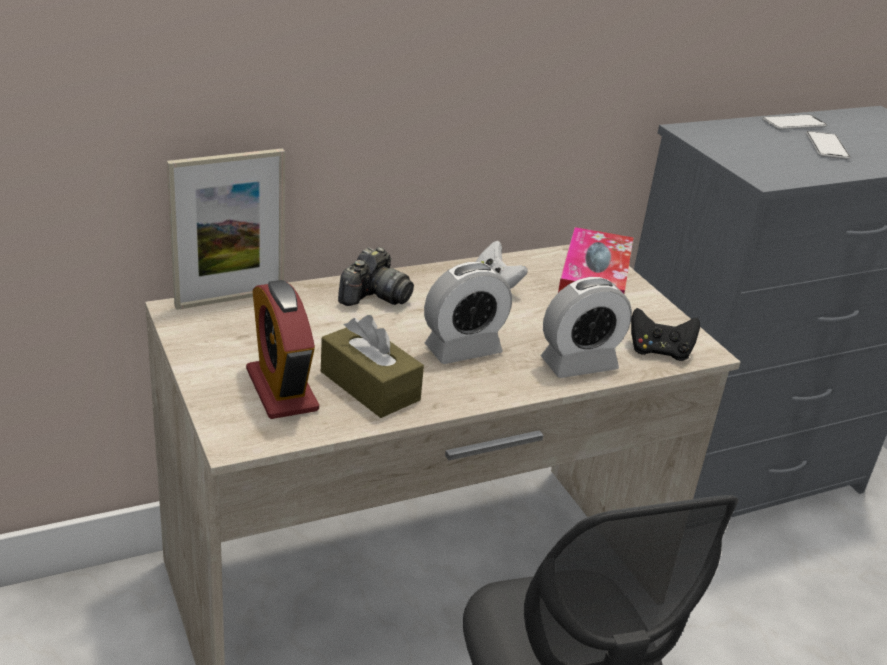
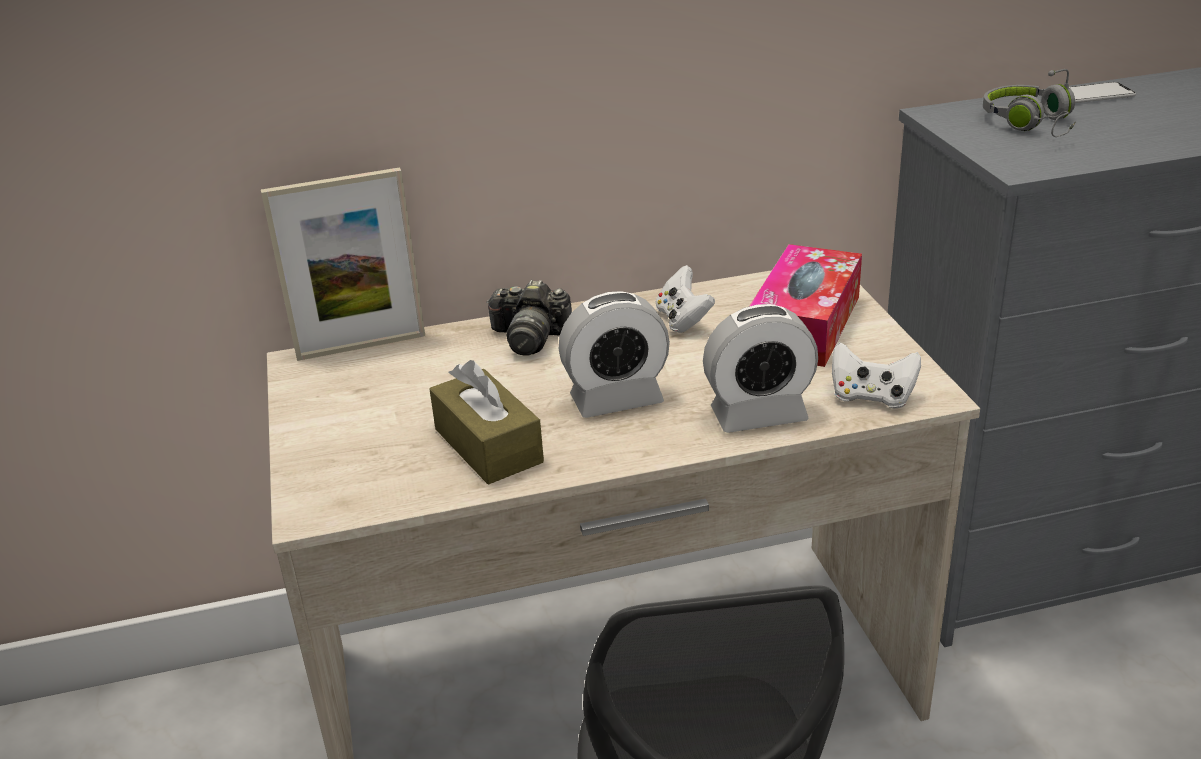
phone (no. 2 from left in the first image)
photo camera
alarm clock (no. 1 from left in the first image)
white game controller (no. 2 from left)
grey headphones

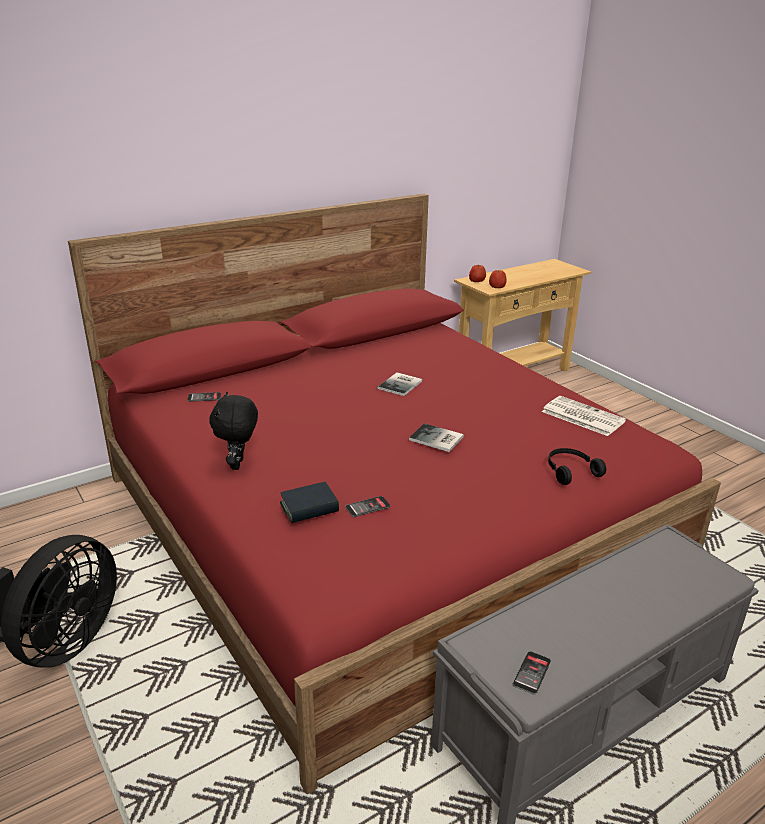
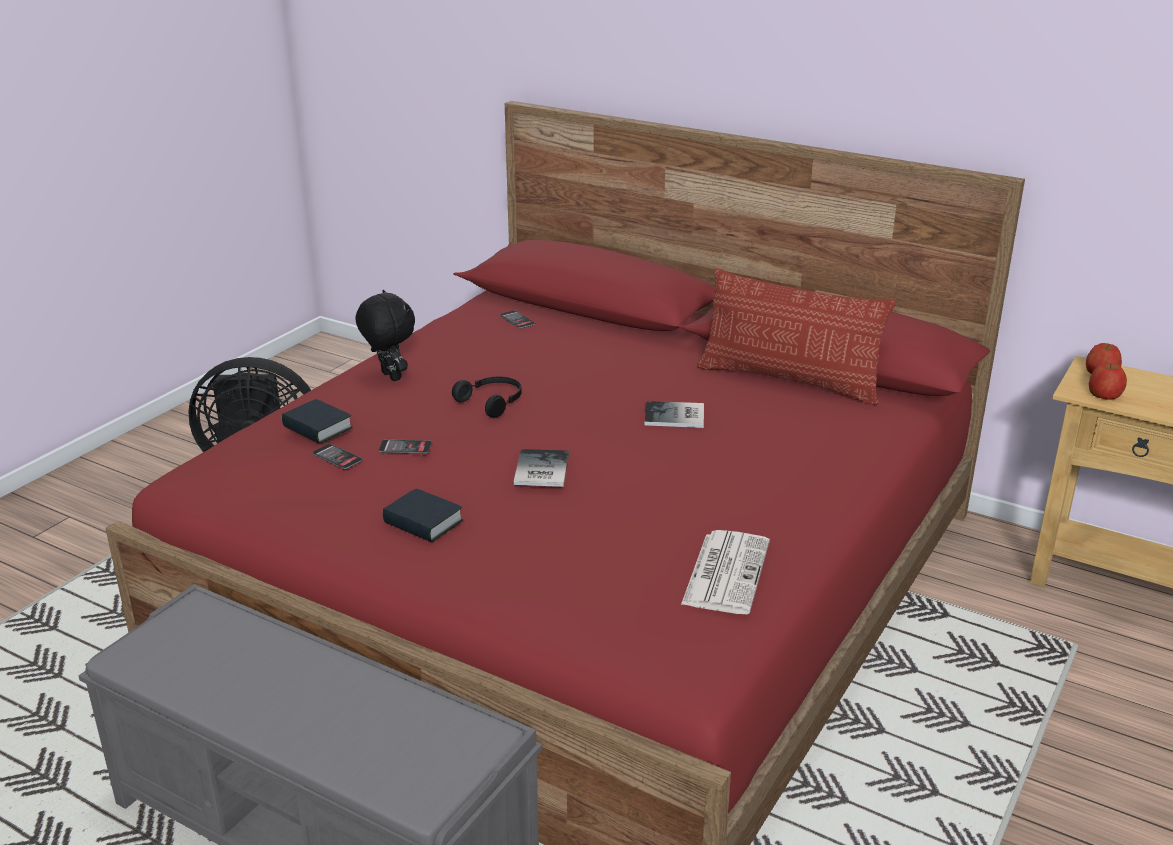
black plush toy
black headphones
phone (no. 2 from left)
pillow
book (no. 2 from left)

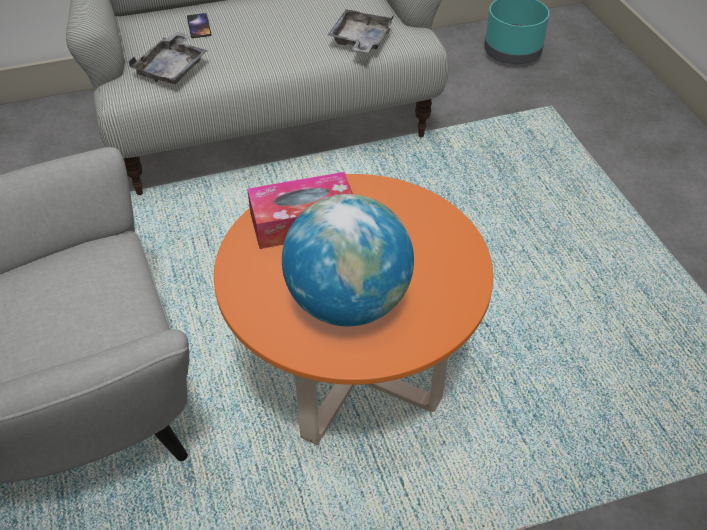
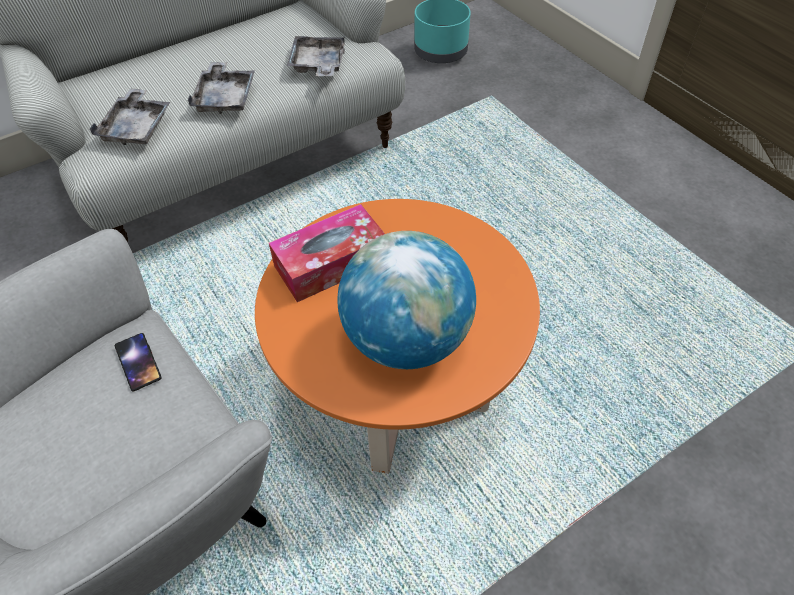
phone
grey tray (no. 2 from left)

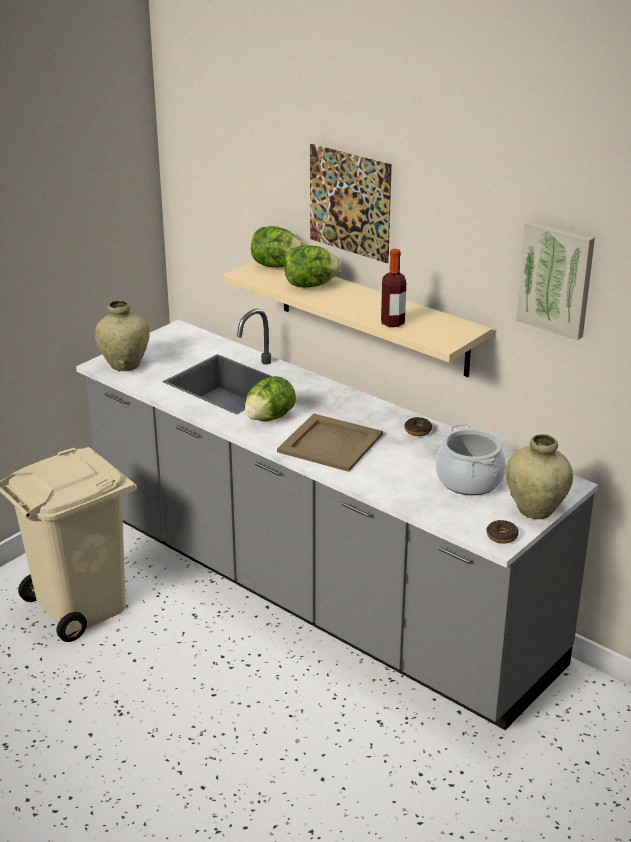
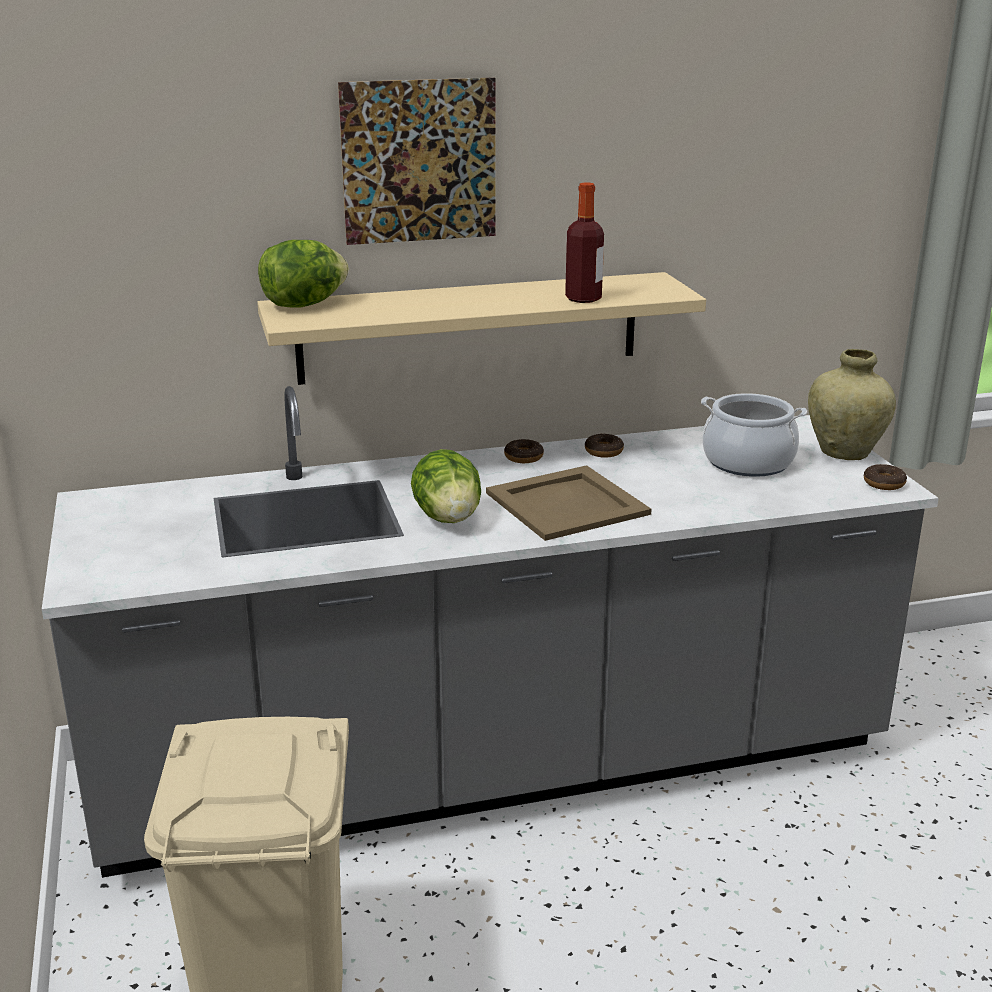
picture (no. 2 from left in the first image)
lettuce (no. 3 from left in the first image)
beige vase (no. 1 from left in the first image)
donut (no. 1 from left)

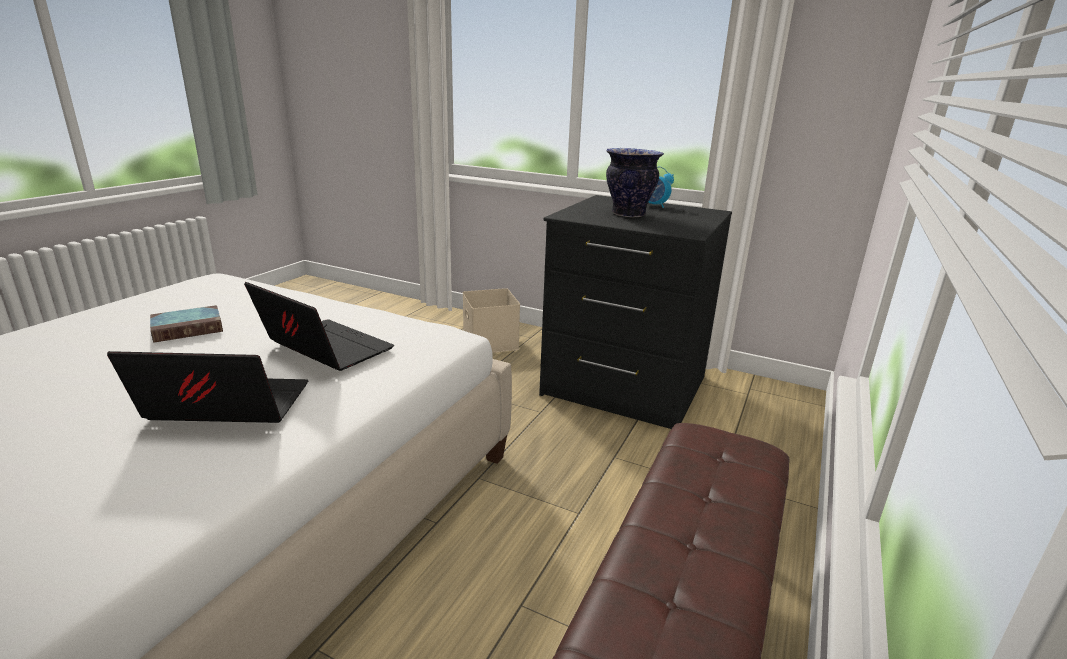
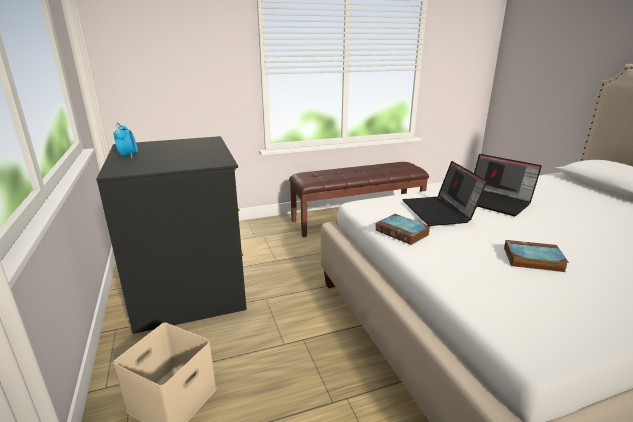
vase
book (no. 1 from left)

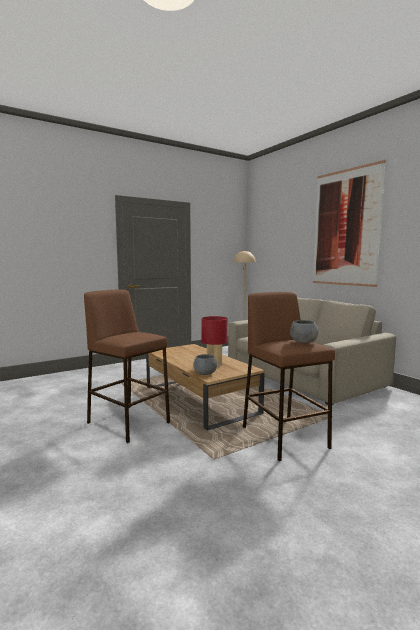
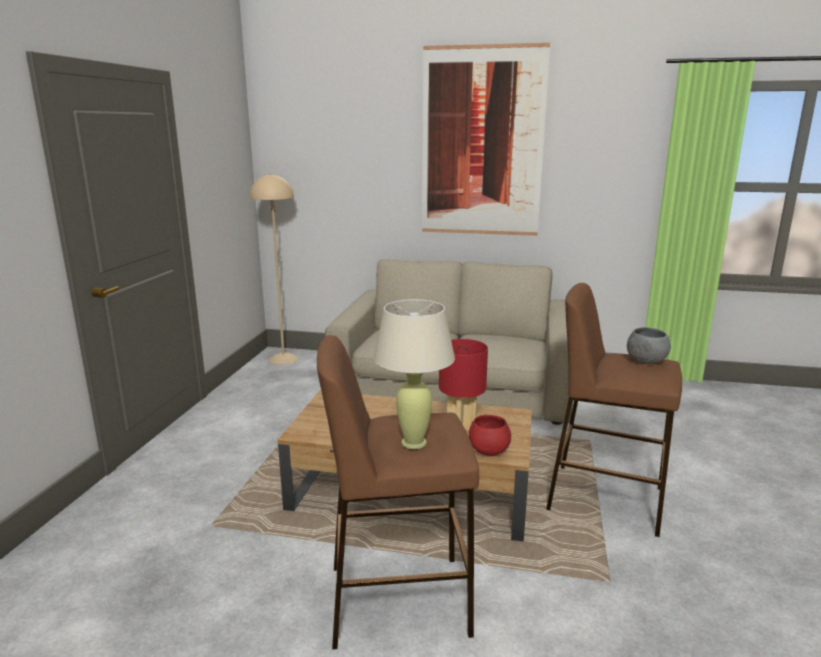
red bowl
beige table lamp

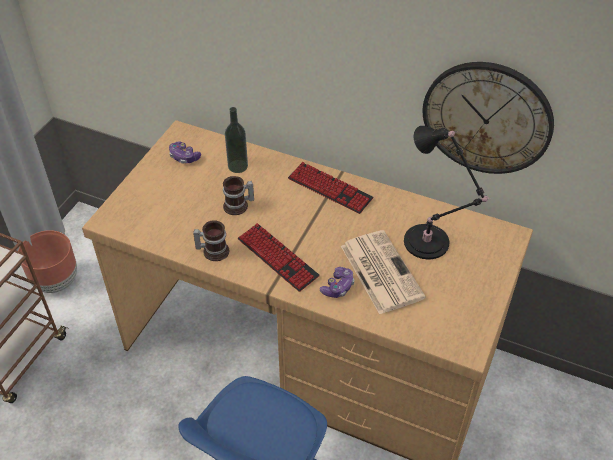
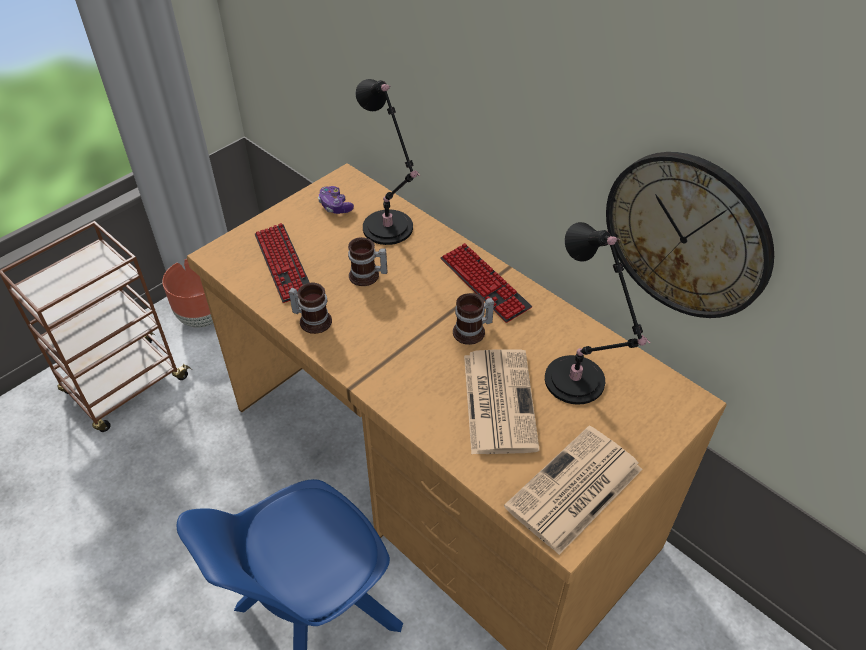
black table lamp (no. 1 from left)
keyboard (no. 1 from left)
game controller (no. 2 from left in the first image)
mug (no. 3 from left)
newspaper (no. 2 from left)

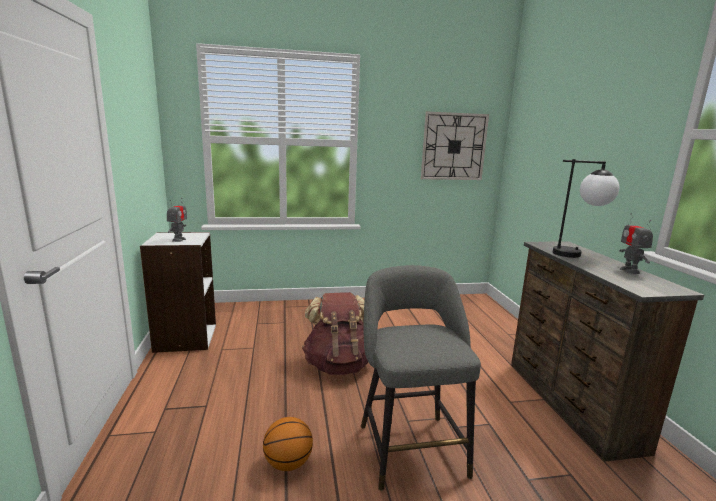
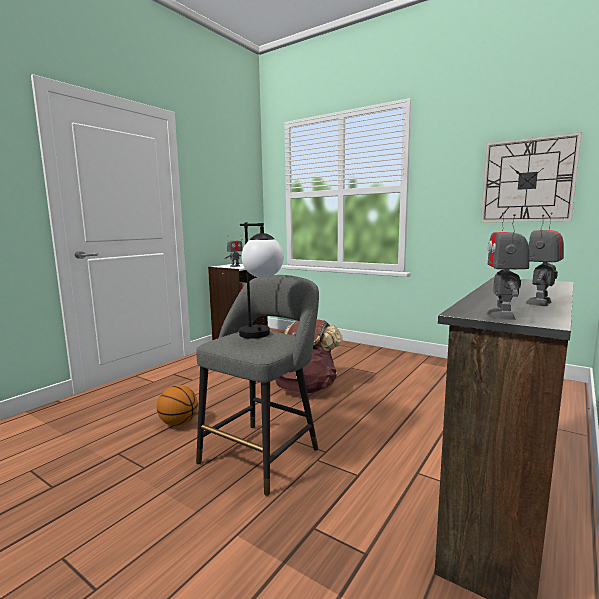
table lamp
toy robot (no. 2 from left)

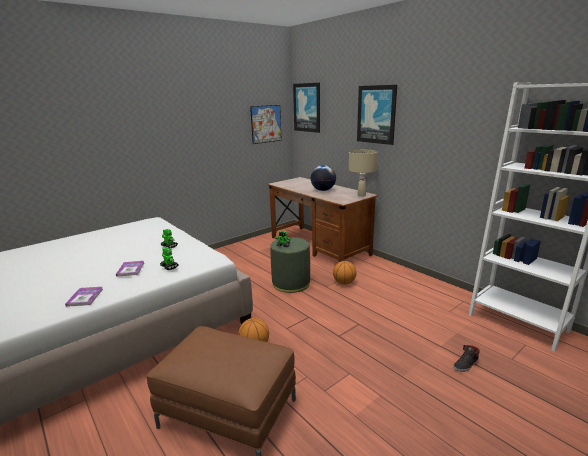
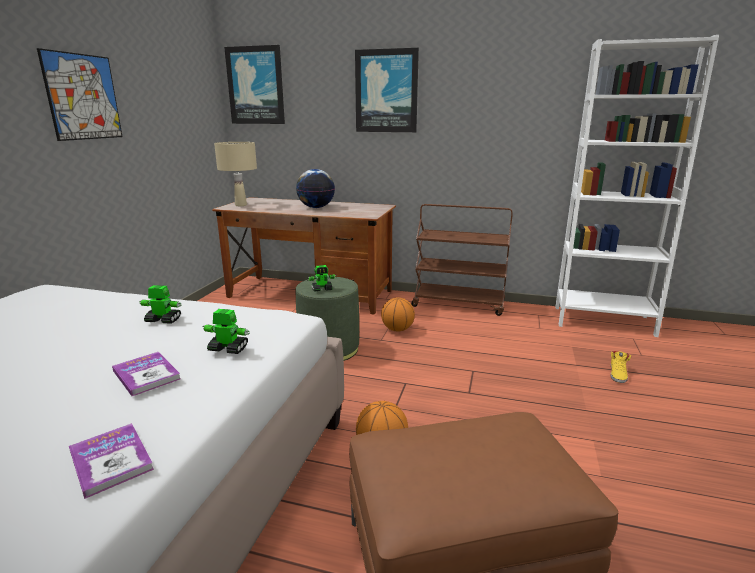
picture (no. 1 from left)
beige table lamp
yellow shoe
brown cart

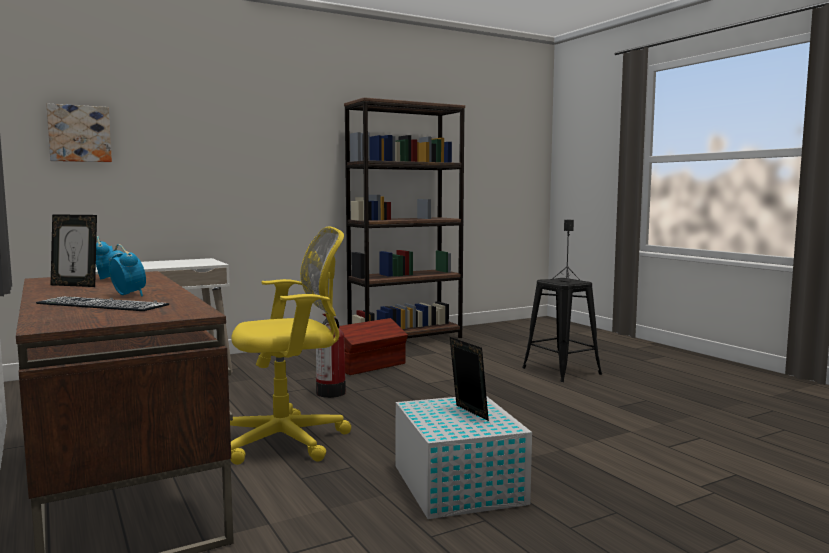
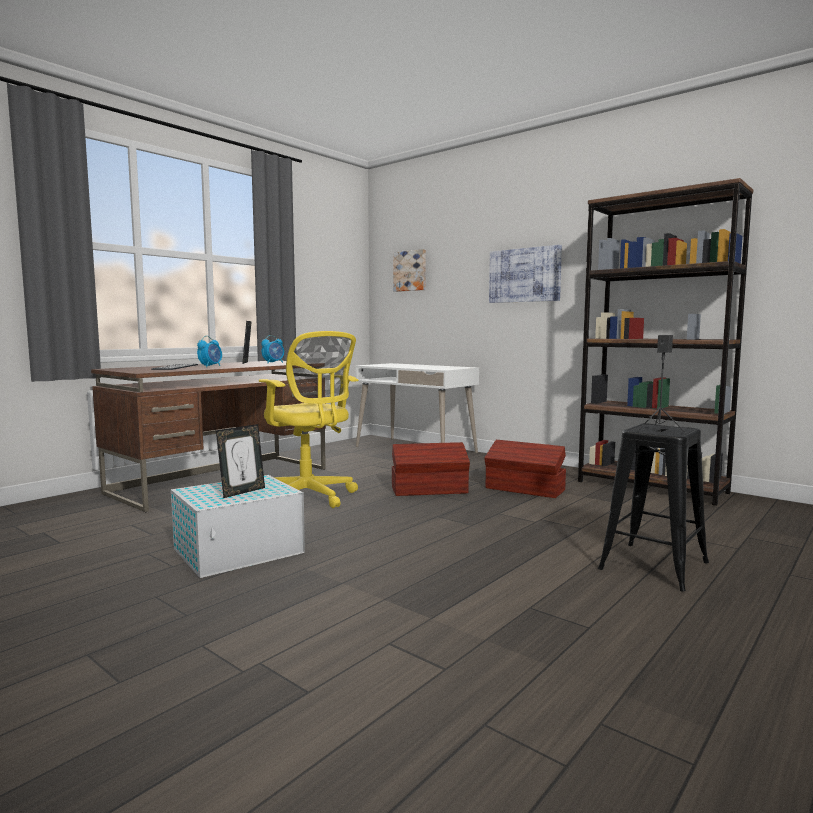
brown storage box (no. 1 from left)
picture (no. 2 from left)

